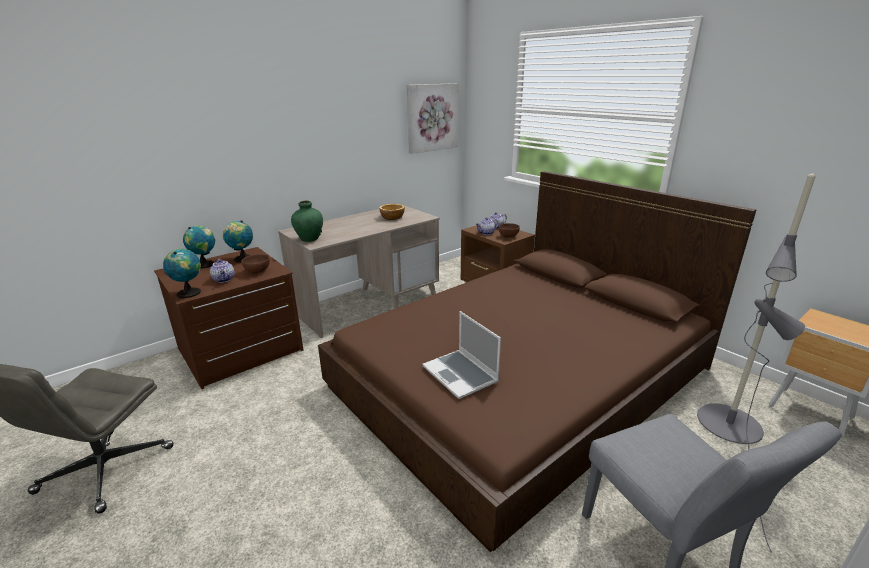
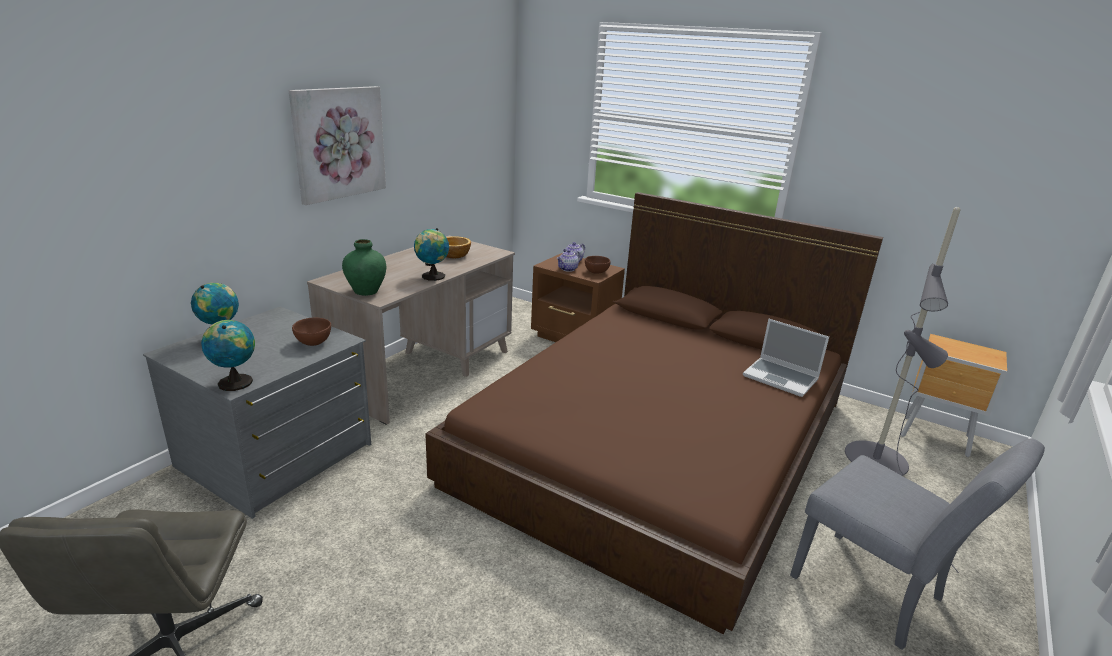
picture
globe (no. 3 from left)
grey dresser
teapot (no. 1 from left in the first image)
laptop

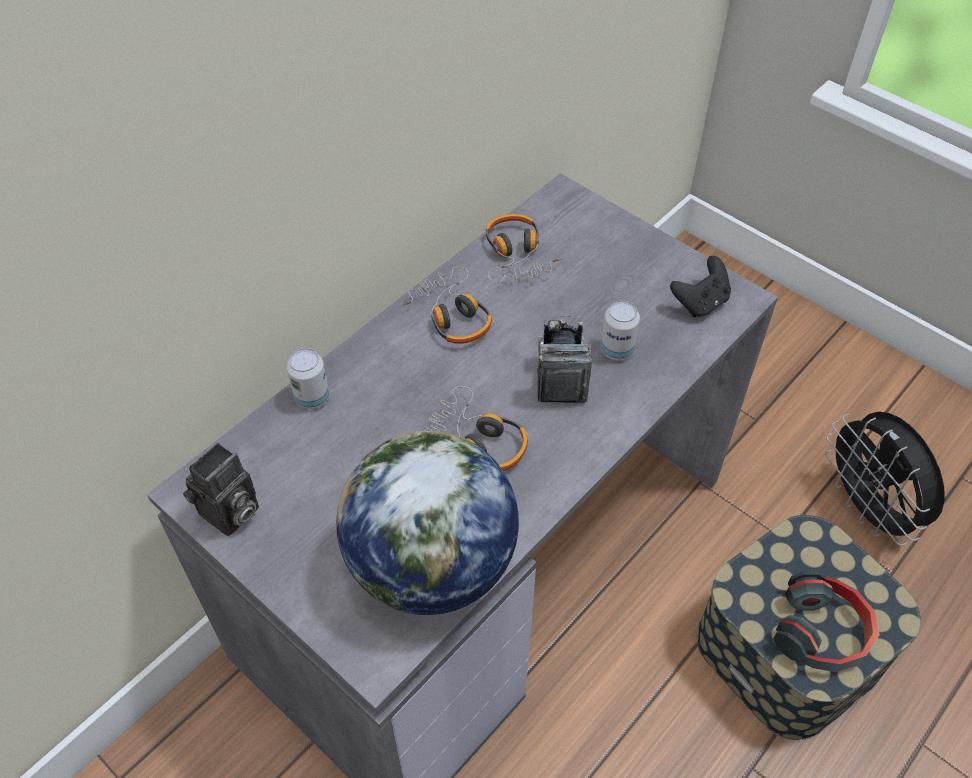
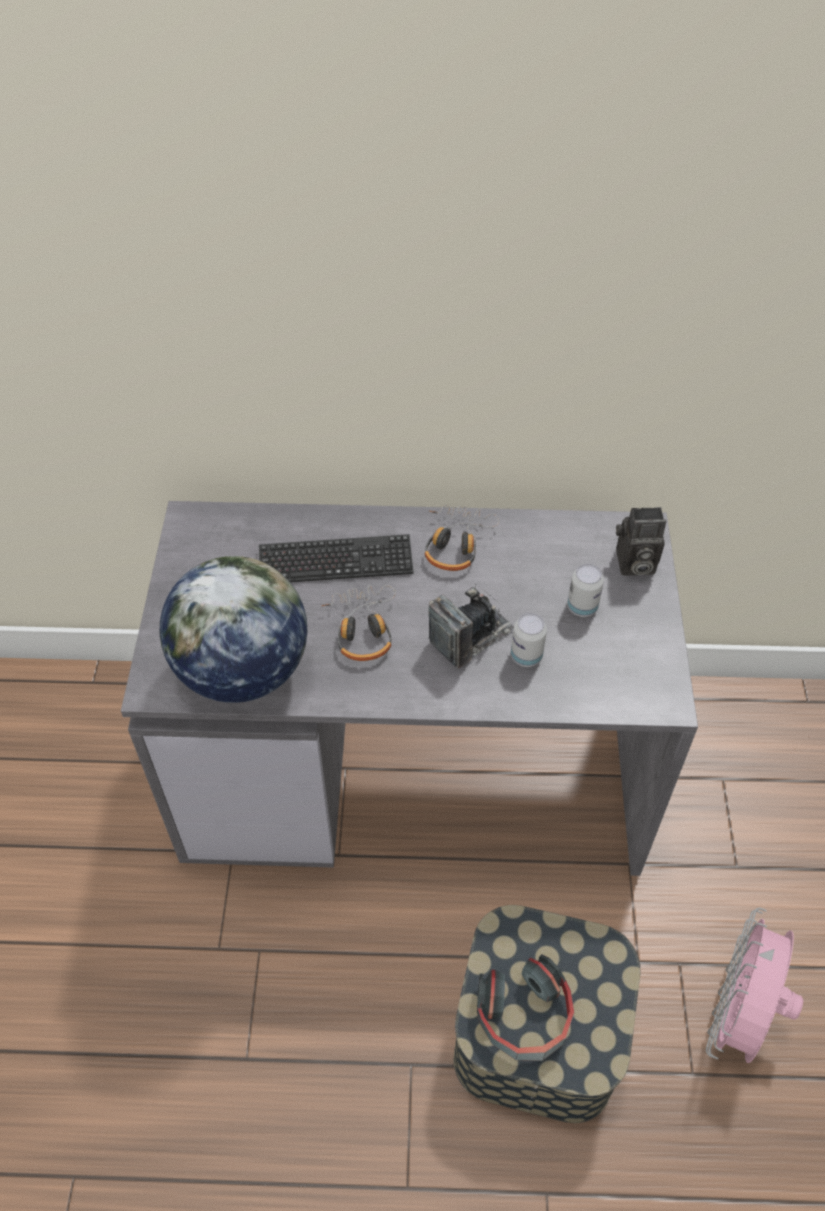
headphones (no. 3 from left in the first image)
black game controller
can (no. 2 from left)
pink fan
photo camera (no. 2 from left)
keyboard

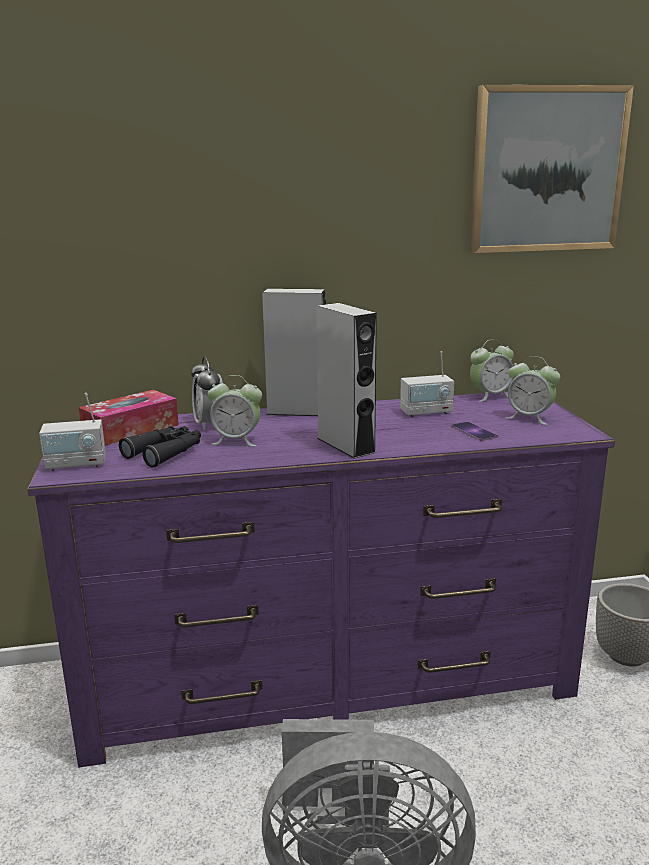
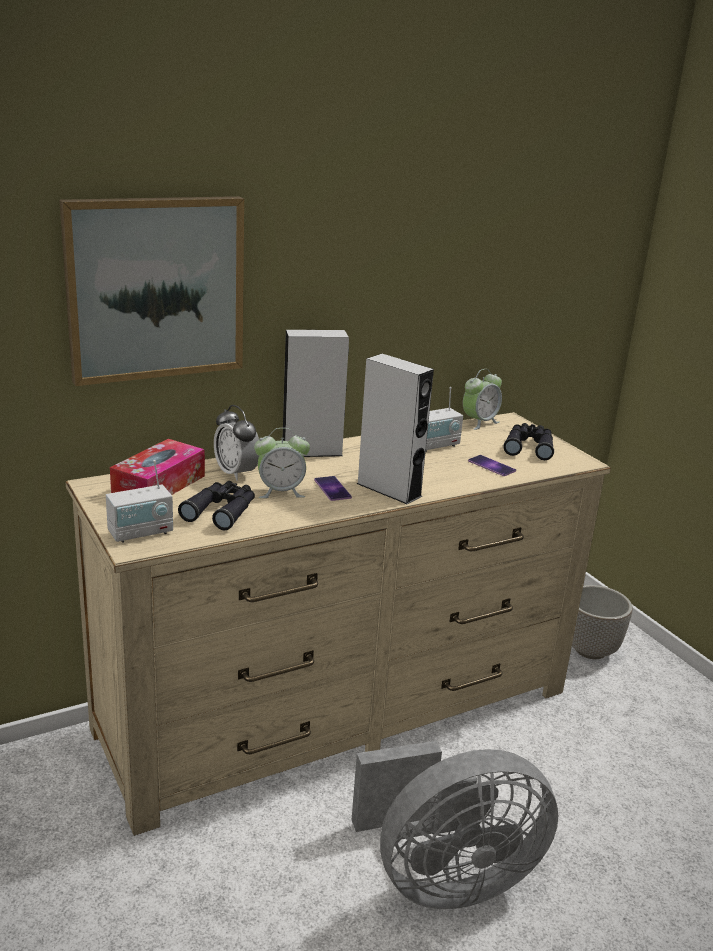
picture
black binoculars (no. 2 from left)
beige dresser
phone (no. 1 from left)

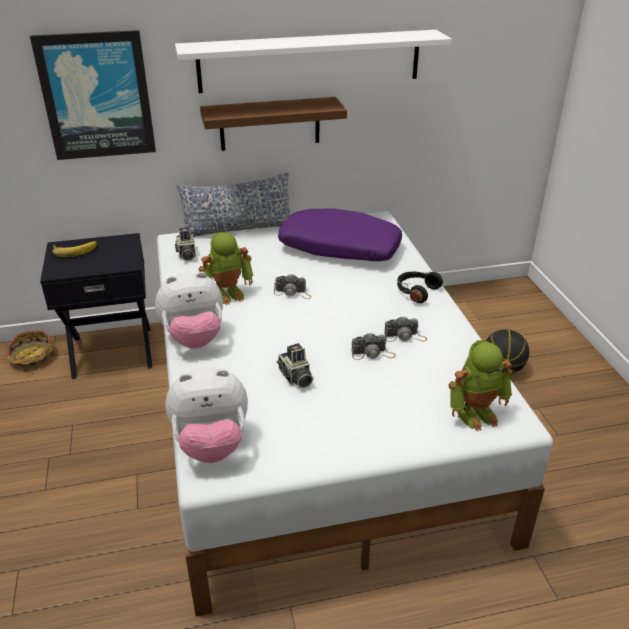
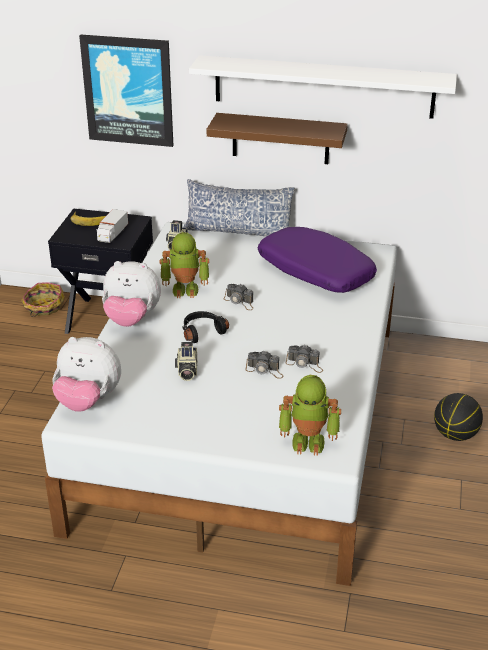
black headphones
toy truck

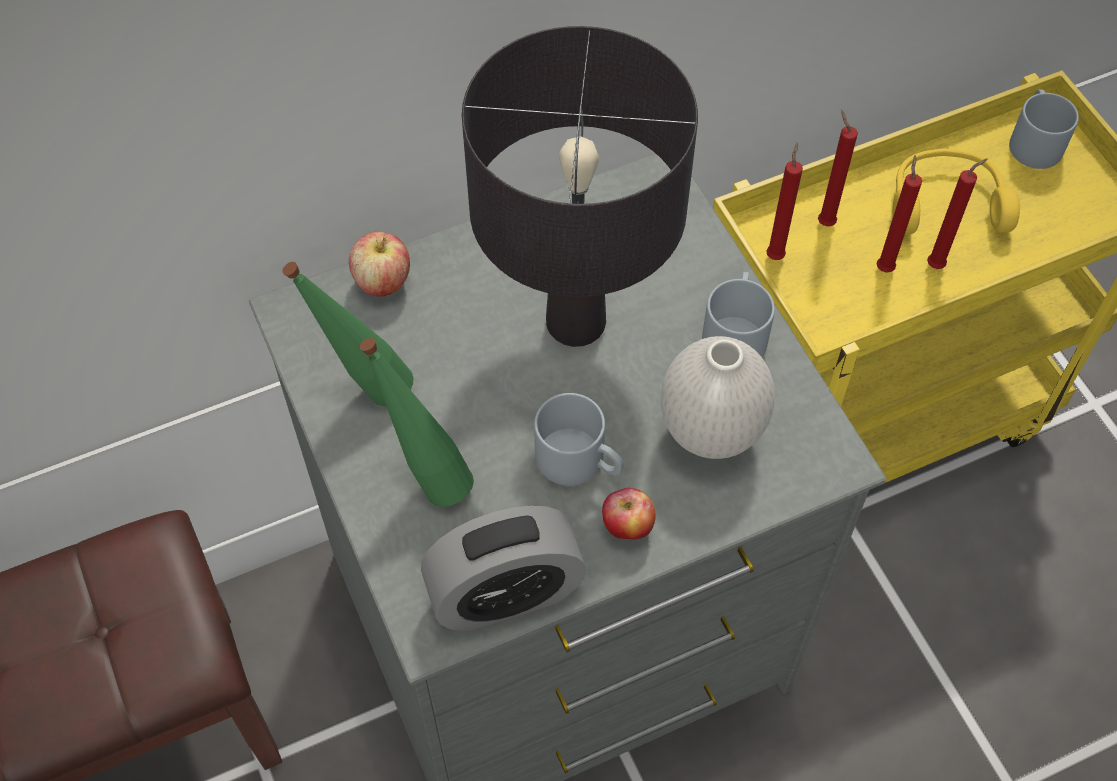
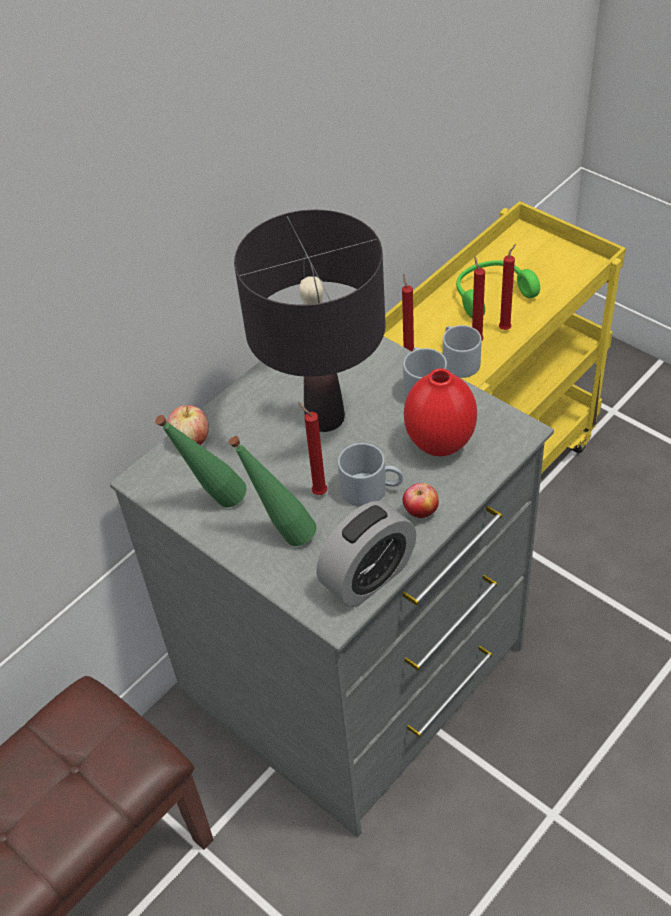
grey mug (no. 3 from left)
red candle (no. 1 from left)
green headphones
red vase

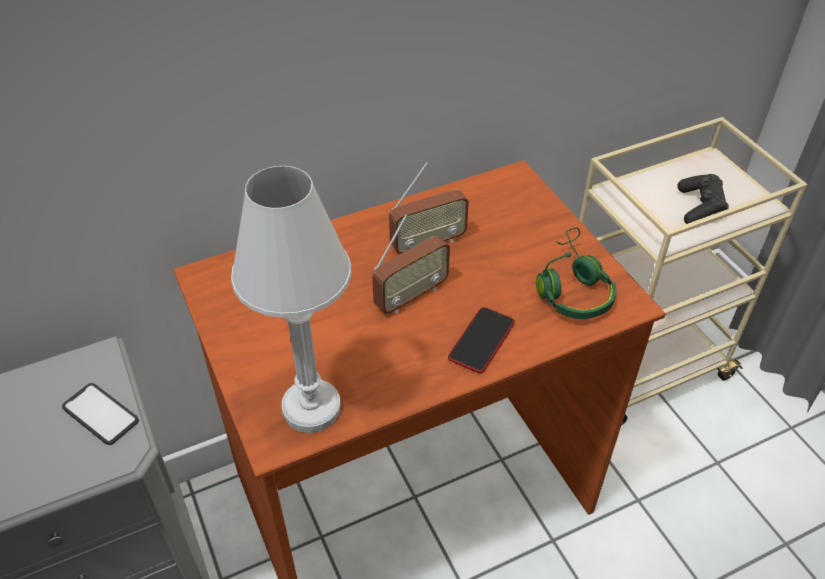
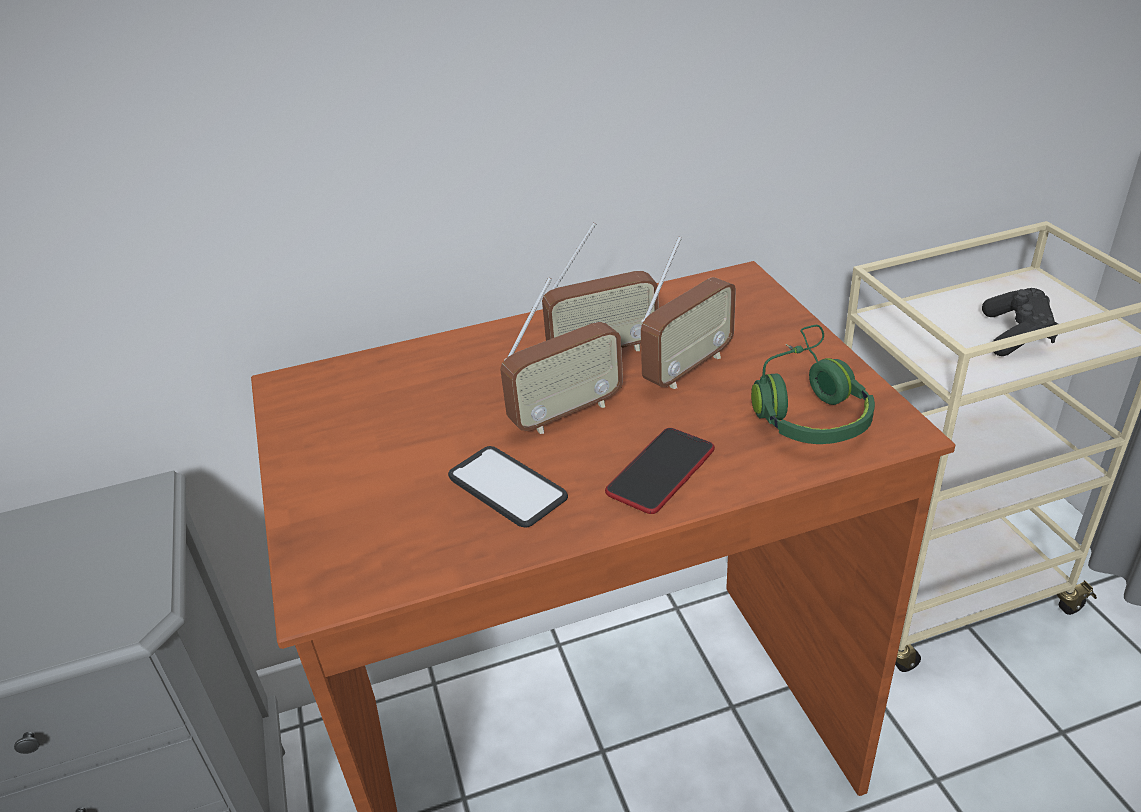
white table lamp
phone (no. 1 from left)
radio (no. 3 from left)

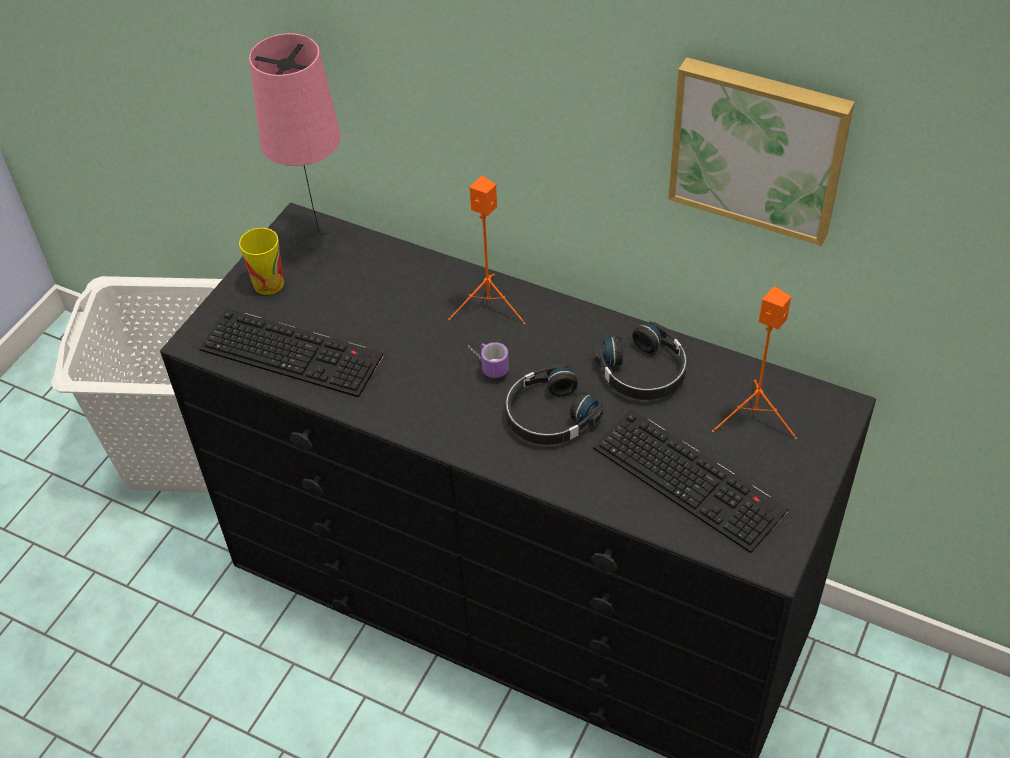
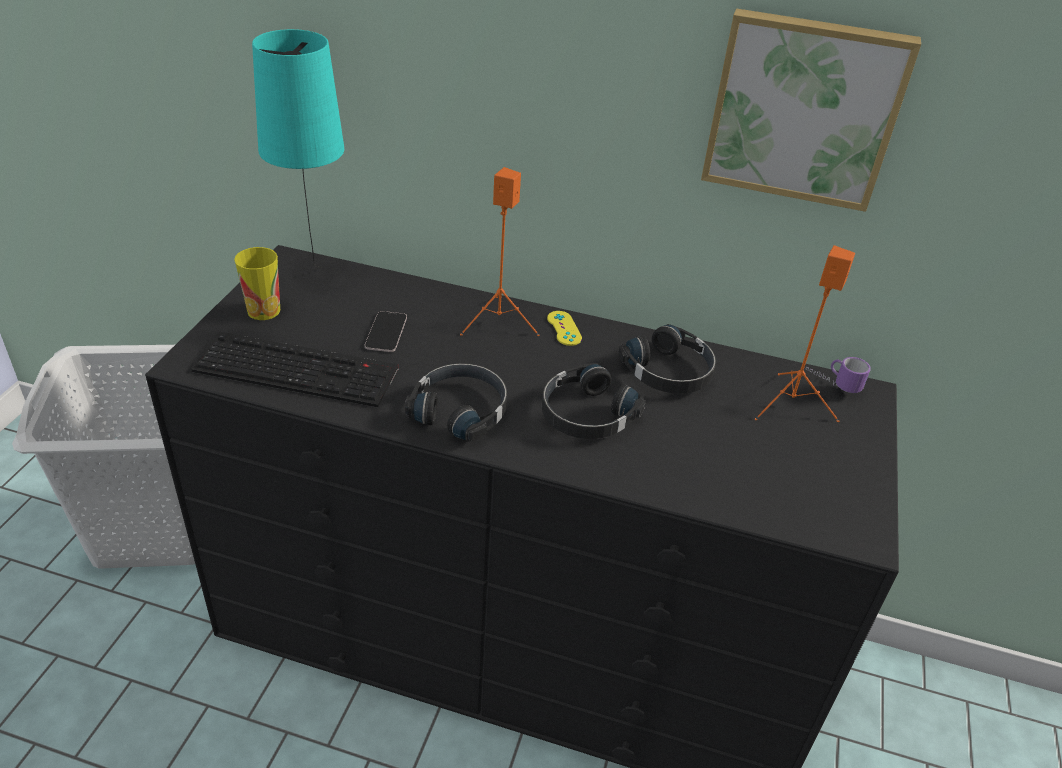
turquoise table lamp
mug
keyboard (no. 2 from left in the first image)
phone
yellow game controller
black headphones (no. 1 from left)

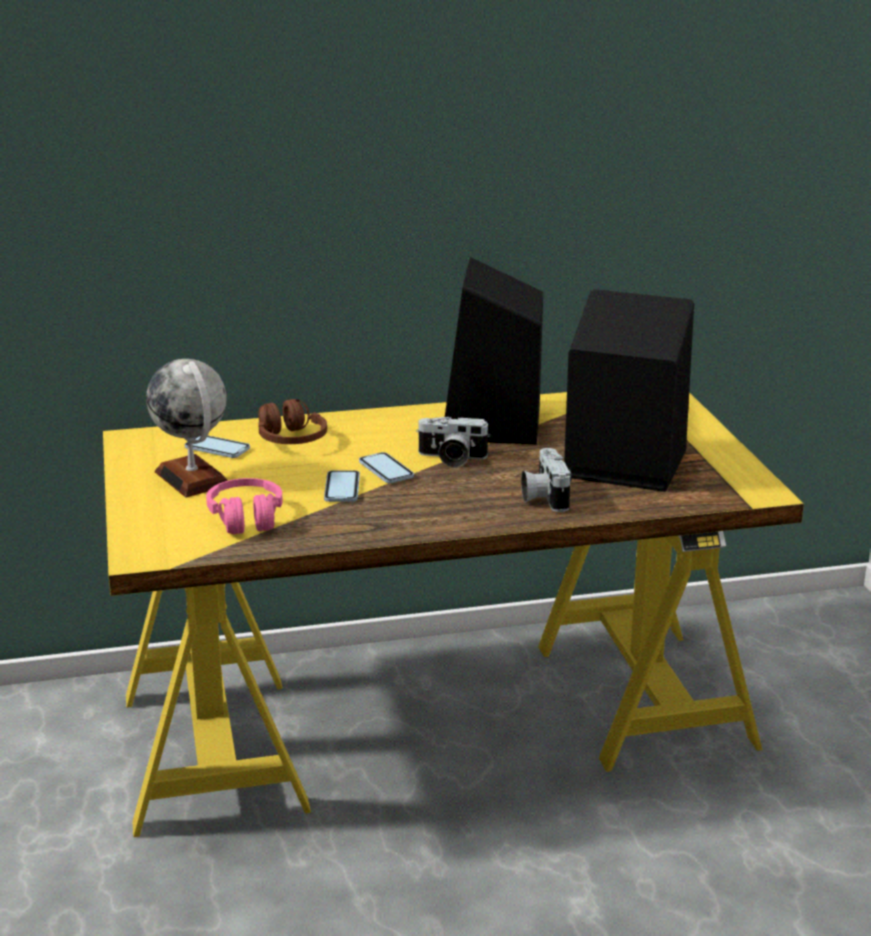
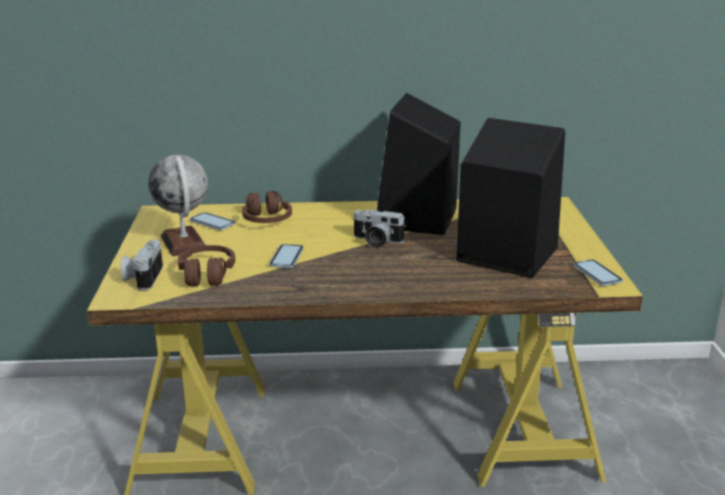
photo camera (no. 1 from left)
phone (no. 3 from left)
brown headphones (no. 1 from left)

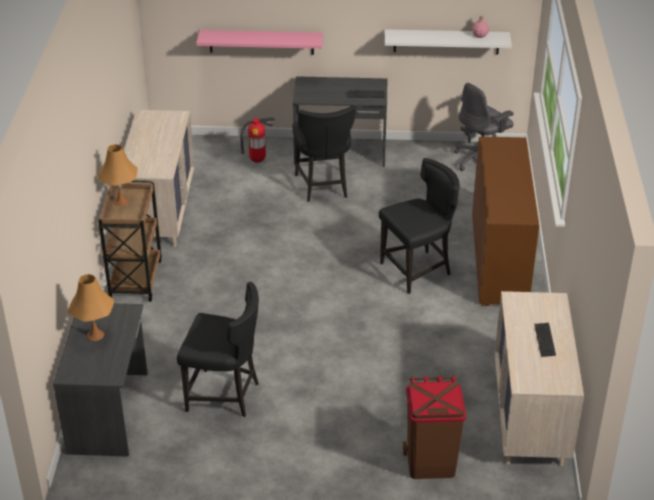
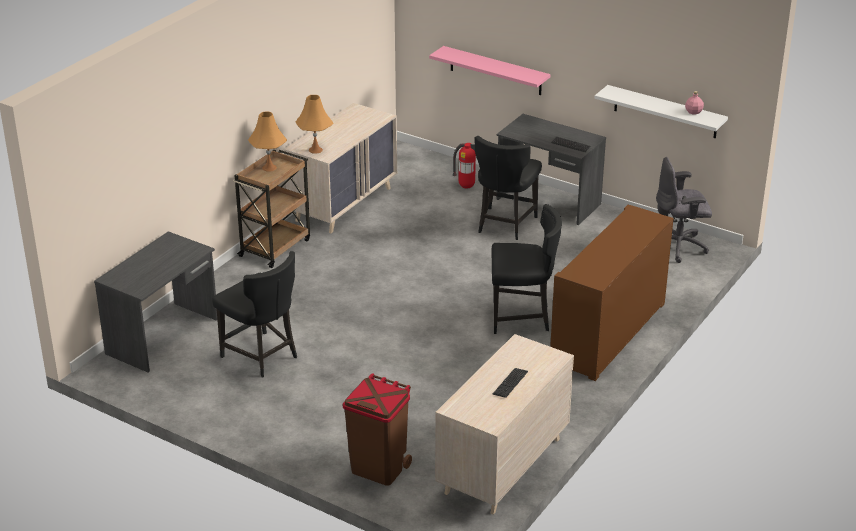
orange table lamp (no. 2 from left)

